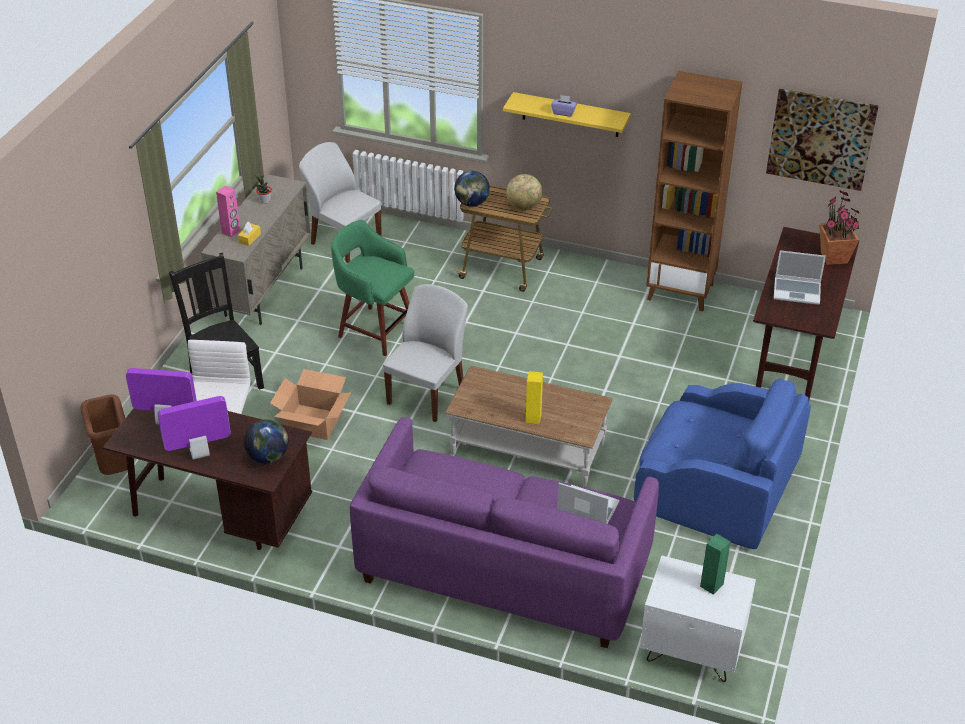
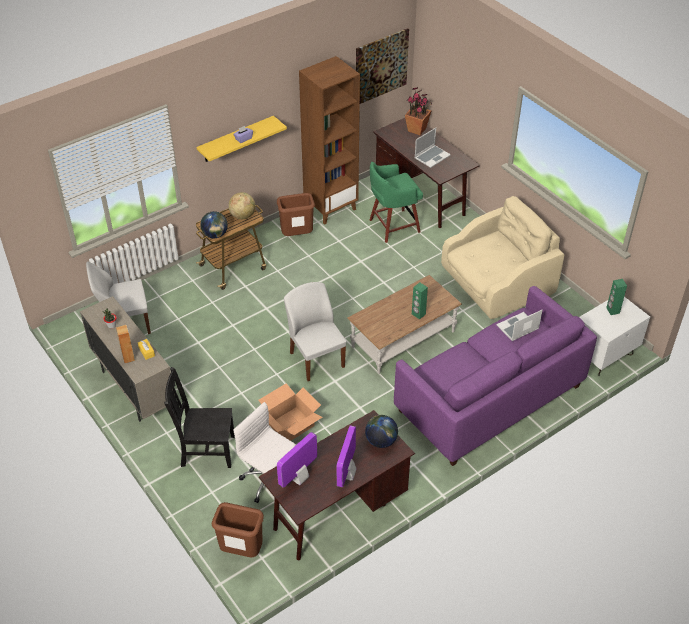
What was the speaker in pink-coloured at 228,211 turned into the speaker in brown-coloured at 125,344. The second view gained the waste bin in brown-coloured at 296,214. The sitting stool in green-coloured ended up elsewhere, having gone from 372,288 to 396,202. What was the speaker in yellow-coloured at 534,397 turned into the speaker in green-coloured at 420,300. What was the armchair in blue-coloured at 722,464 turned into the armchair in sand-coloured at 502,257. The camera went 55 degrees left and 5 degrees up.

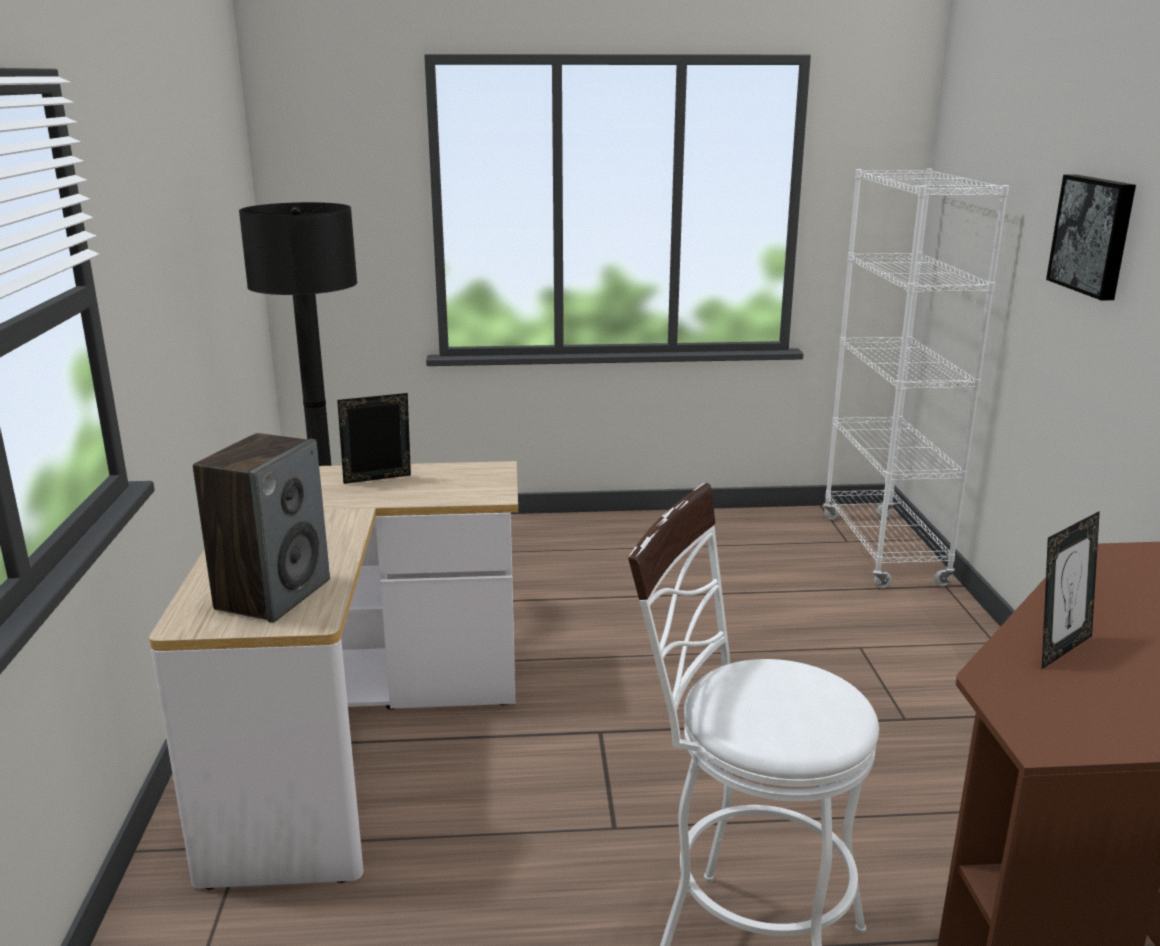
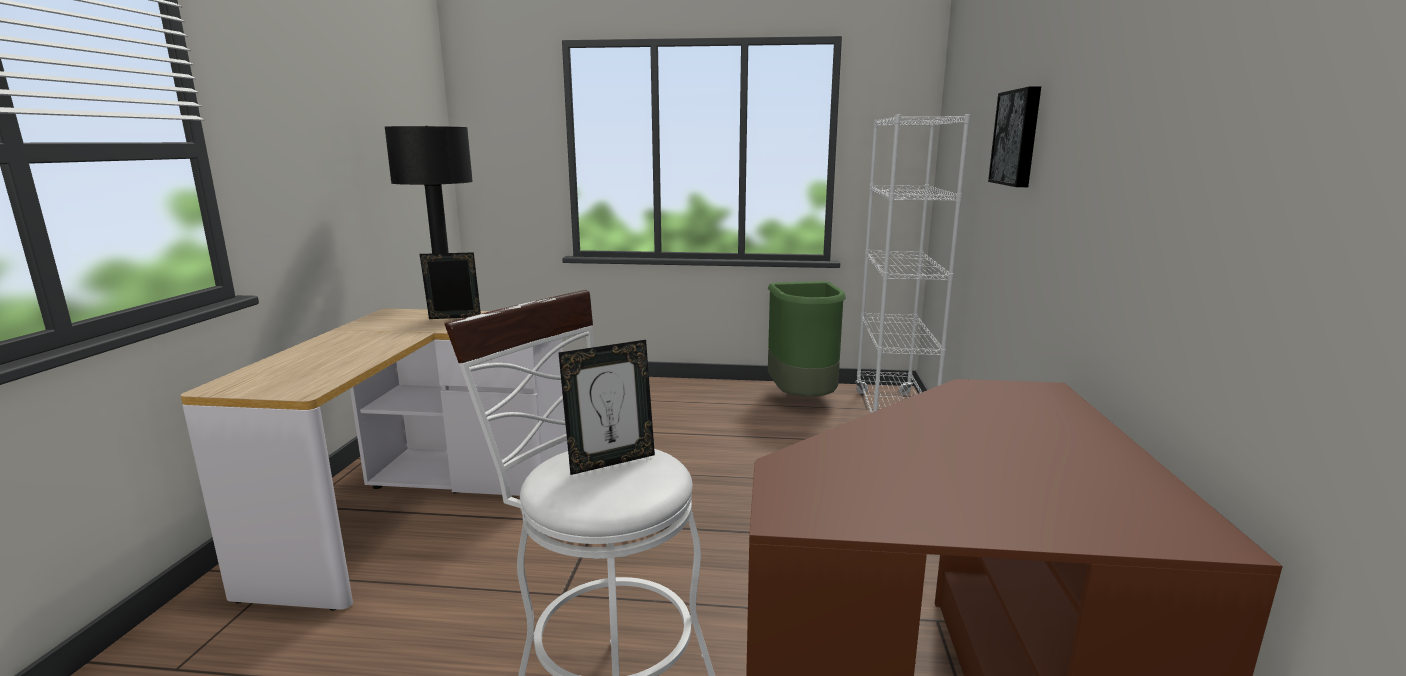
The picture frame ended up elsewhere, having gone from 1071,590 to 607,407. The second view gained the waste bin in green-coloured at 807,339. The second view lost the speaker at 261,528. The camera went 10 degrees right and 5 degrees down.

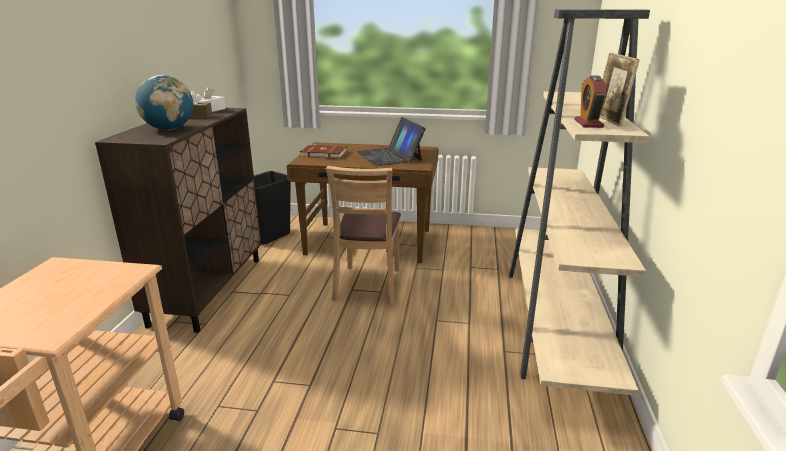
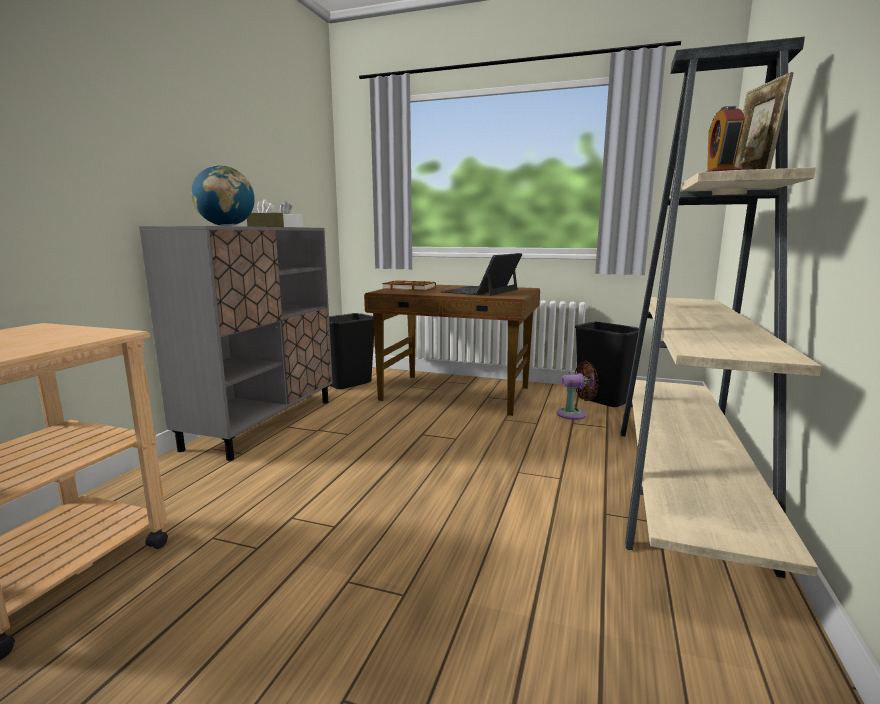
What was the cabinet in brown-coloured at 178,220 turned into the cabinet in grey at 236,343. The notebook computer at 391,141 ended up facing another way, 45 degrees clockwise from before. The second view gained the fan in brown-coloured at 577,390. The second view gained the waste bin in black at 607,364. The second view lost the plain chair in brown-coloured at 363,235. The camera went 10 degrees right and 10 degrees down.

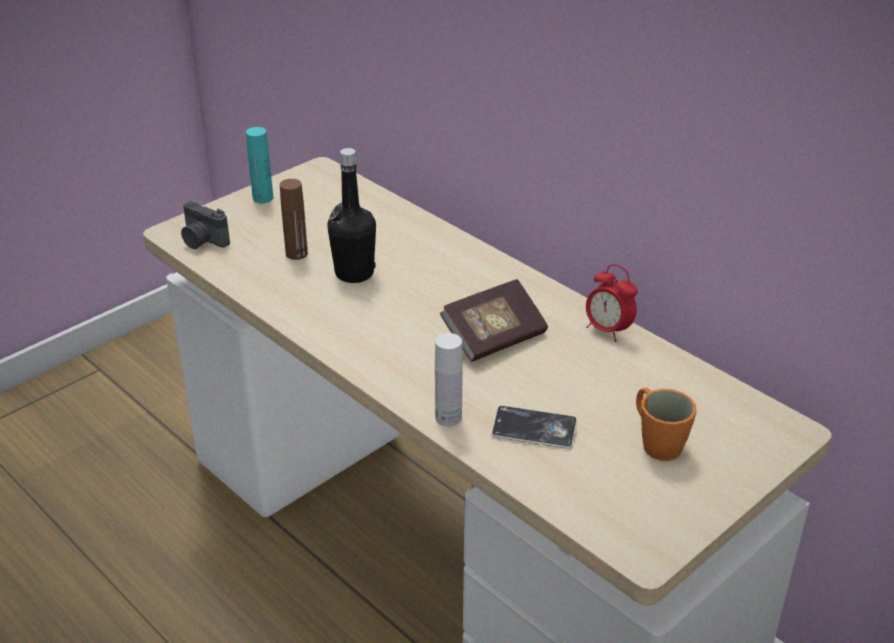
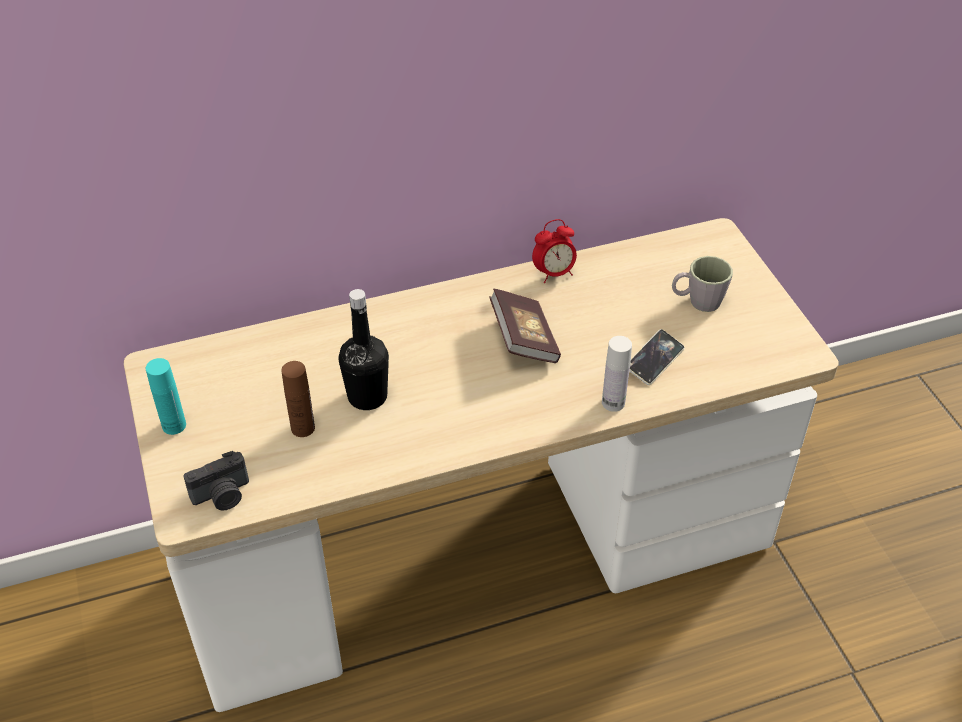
What was the mug in orangey at 666,424 turned into the mug in grey at 702,284. The camera went 65 degrees left and 10 degrees up.

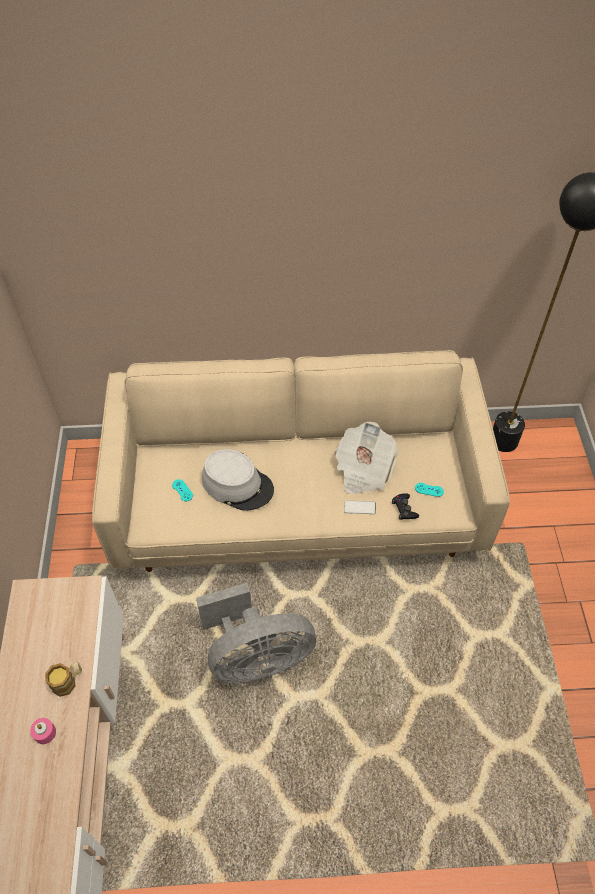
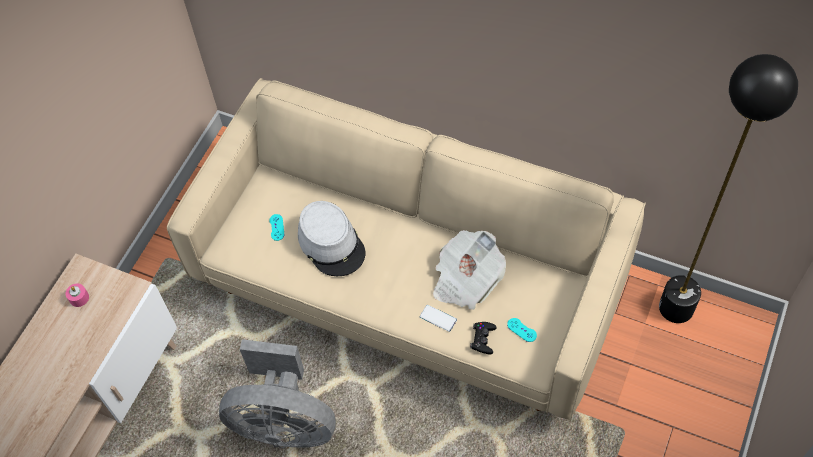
The candle in pink-coloured ended up elsewhere, having gone from 43,731 to 77,295. The second view lost the mug at 63,679. The camera went 30 degrees right and 5 degrees up.

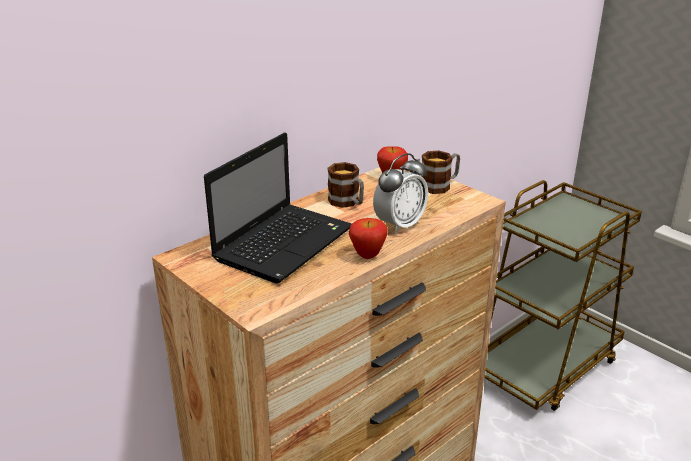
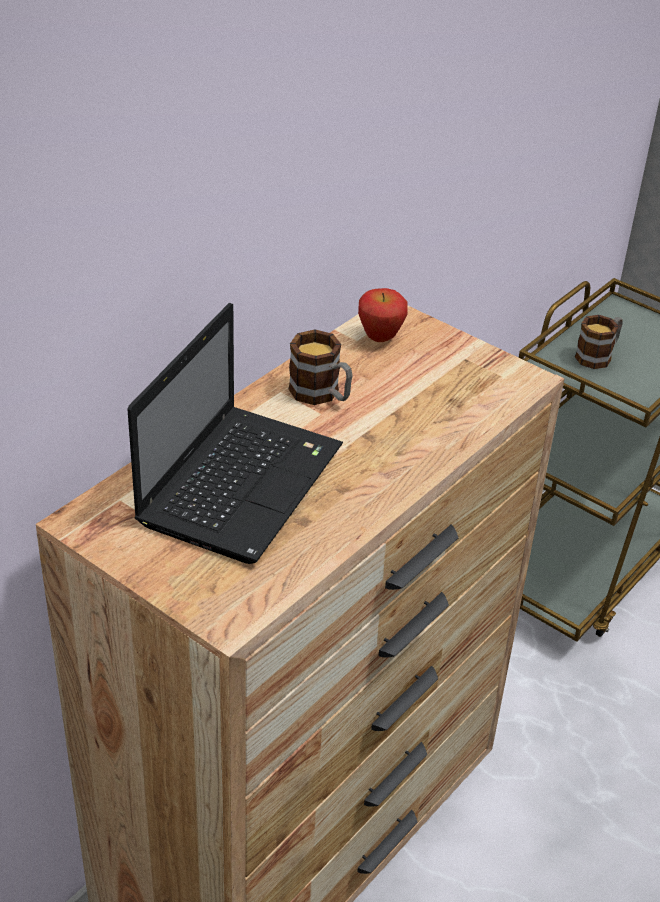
The mug ended up elsewhere, having gone from 440,172 to 599,342. The second view lost the apple at 368,238. The second view lost the alarm clock at 400,193. The camera went 10 degrees left and 10 degrees up.

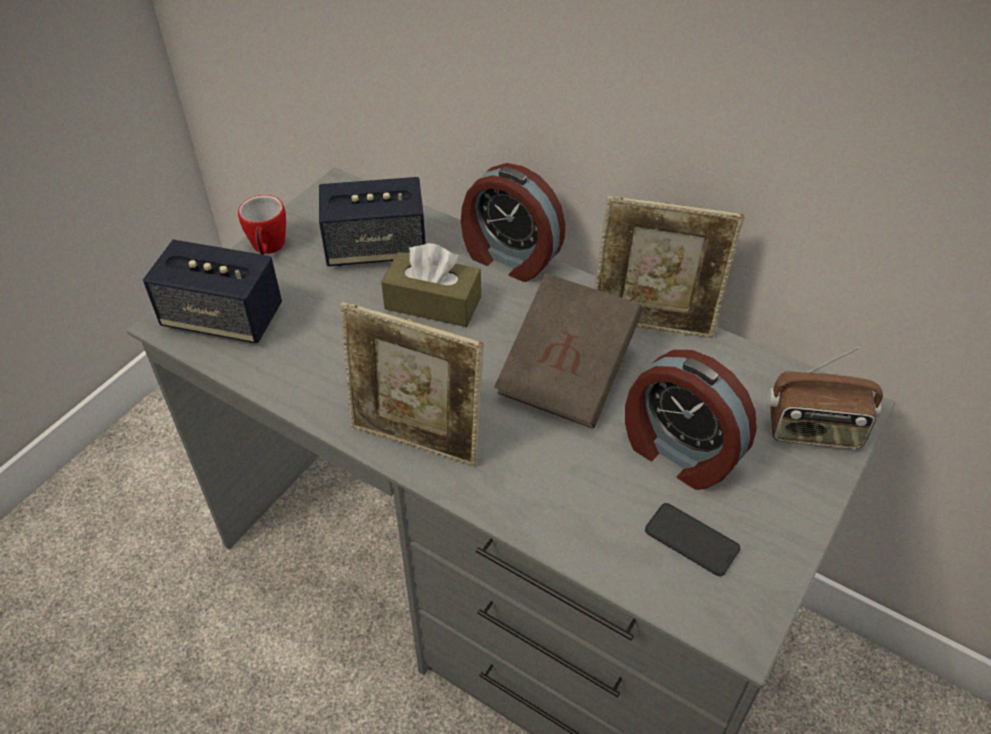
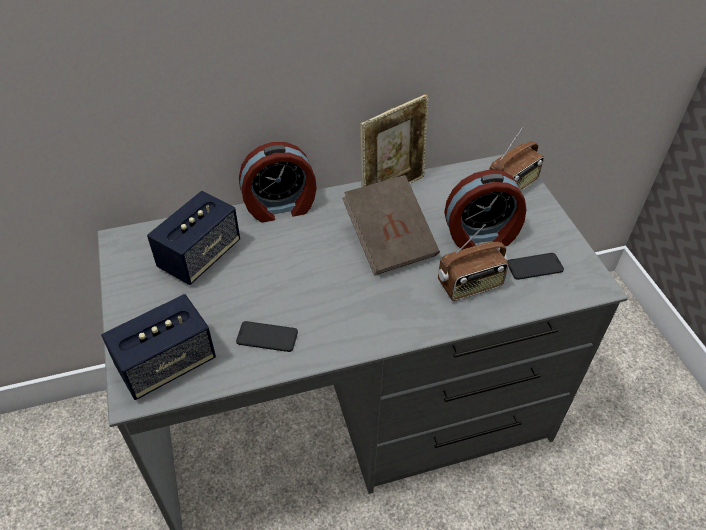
The second view gained the handset at 267,336. The second view gained the radio receiver at 473,262. The second view lost the mug at 262,225. The second view lost the picture frame at 412,384. The second view lost the box of tissues in brown-coloured at 431,285. The camera went 50 degrees left and 0 degrees up.

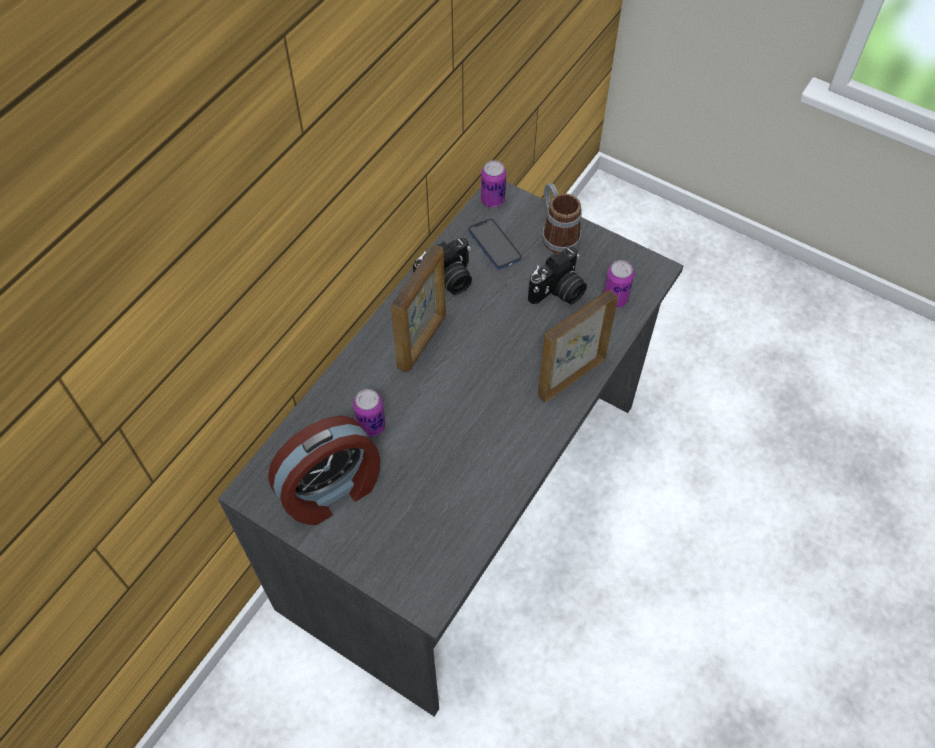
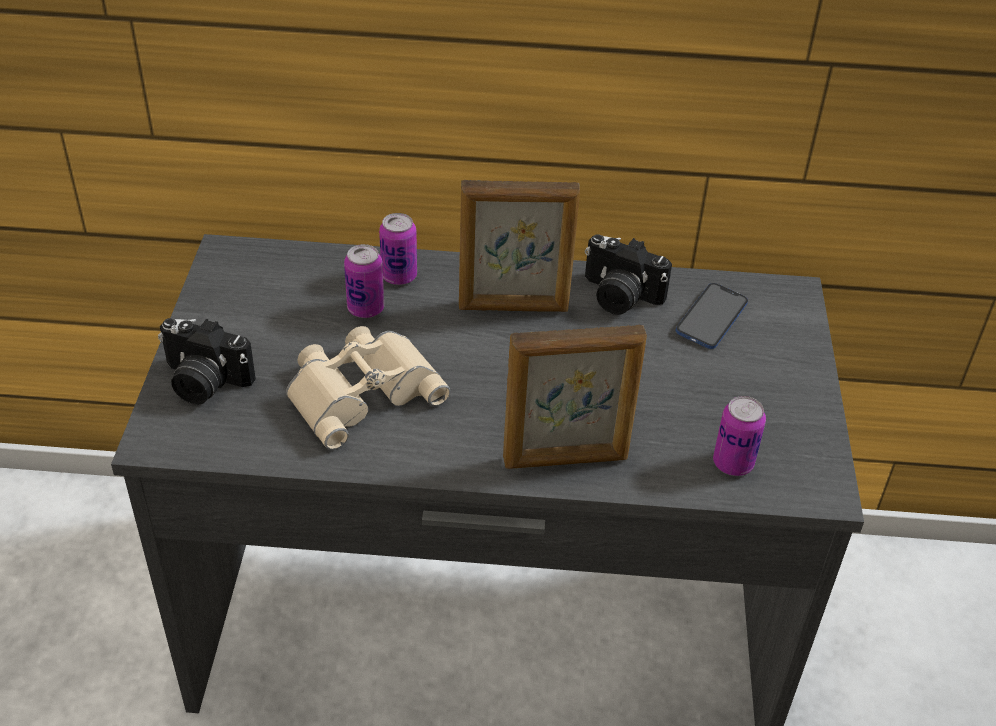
The still camera ended up elsewhere, having gone from 557,275 to 207,361. The second view gained the field glasses in sand-coloured at 368,388. The sealed can ended up elsewhere, having gone from 493,184 to 398,249. The picture frame at 578,346 ended up facing another way, 150 degrees clockwise from before. The second view lost the alarm clock at 324,470. The second view lost the mug at 562,218. The camera went 60 degrees right and 15 degrees down.

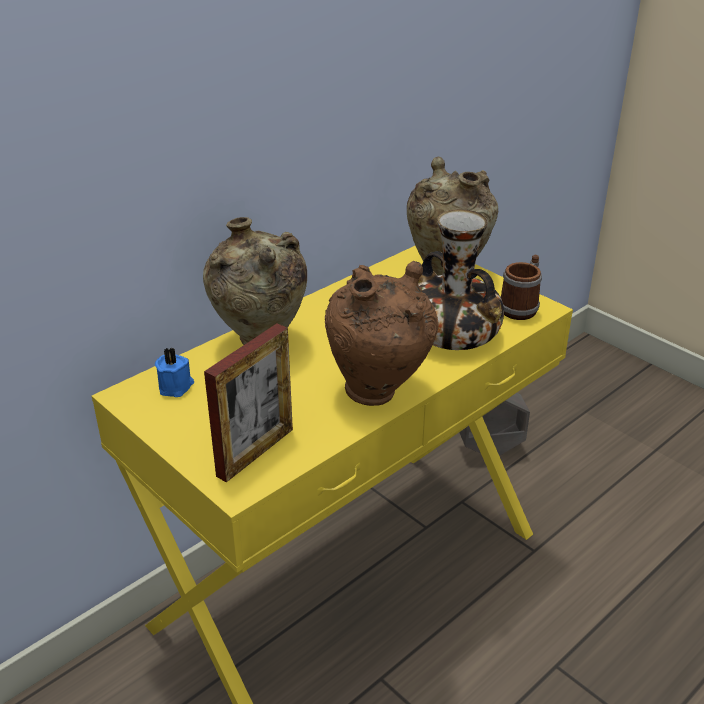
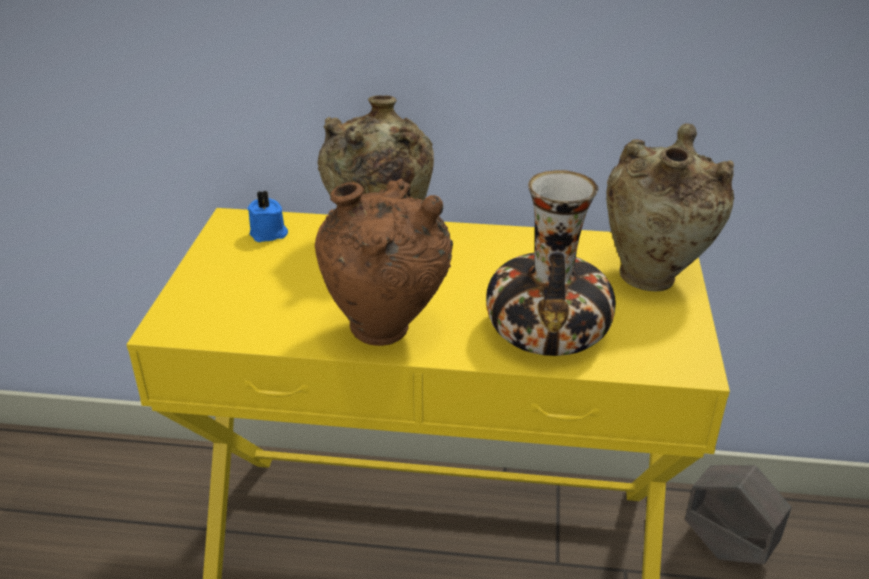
The second view lost the picture frame at 248,403. The second view lost the mug at 521,287. The camera went 50 degrees right and 0 degrees up.

